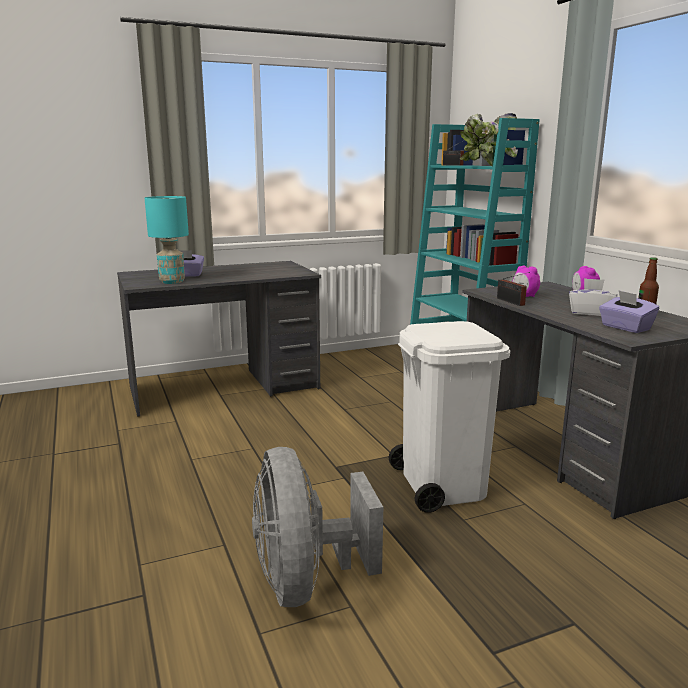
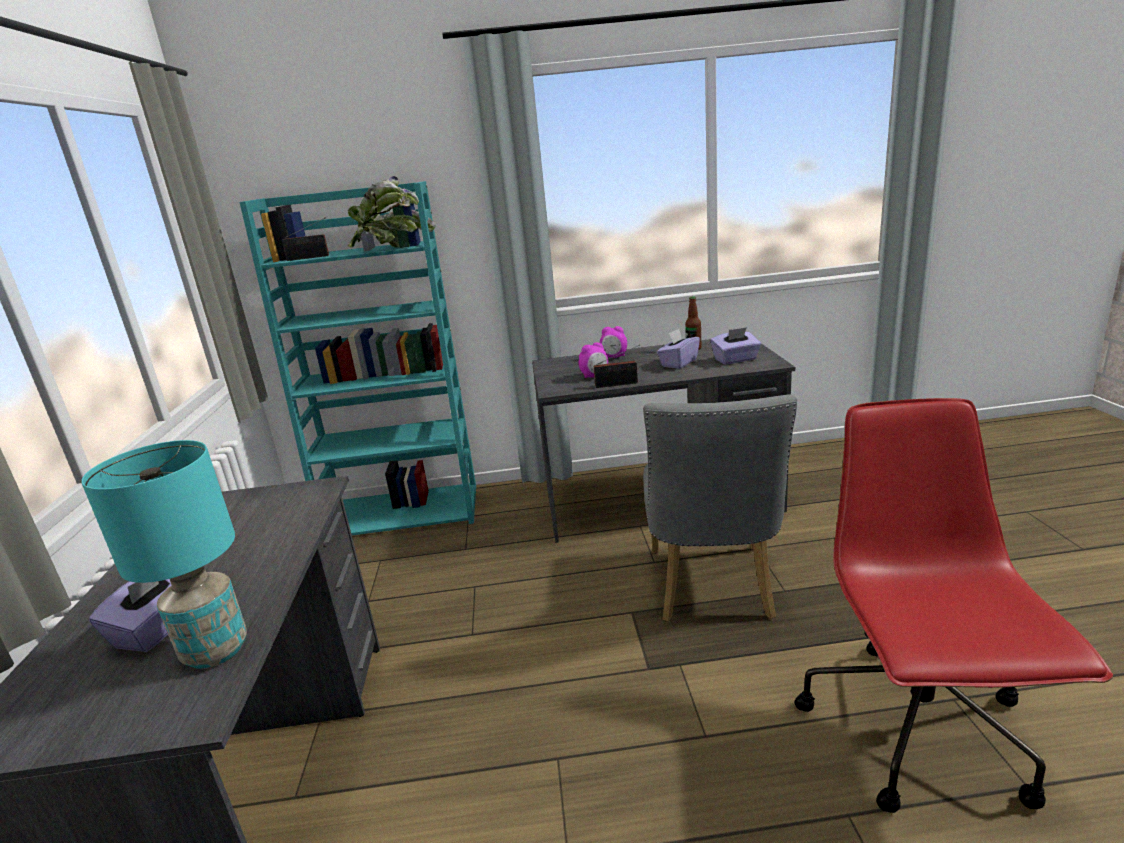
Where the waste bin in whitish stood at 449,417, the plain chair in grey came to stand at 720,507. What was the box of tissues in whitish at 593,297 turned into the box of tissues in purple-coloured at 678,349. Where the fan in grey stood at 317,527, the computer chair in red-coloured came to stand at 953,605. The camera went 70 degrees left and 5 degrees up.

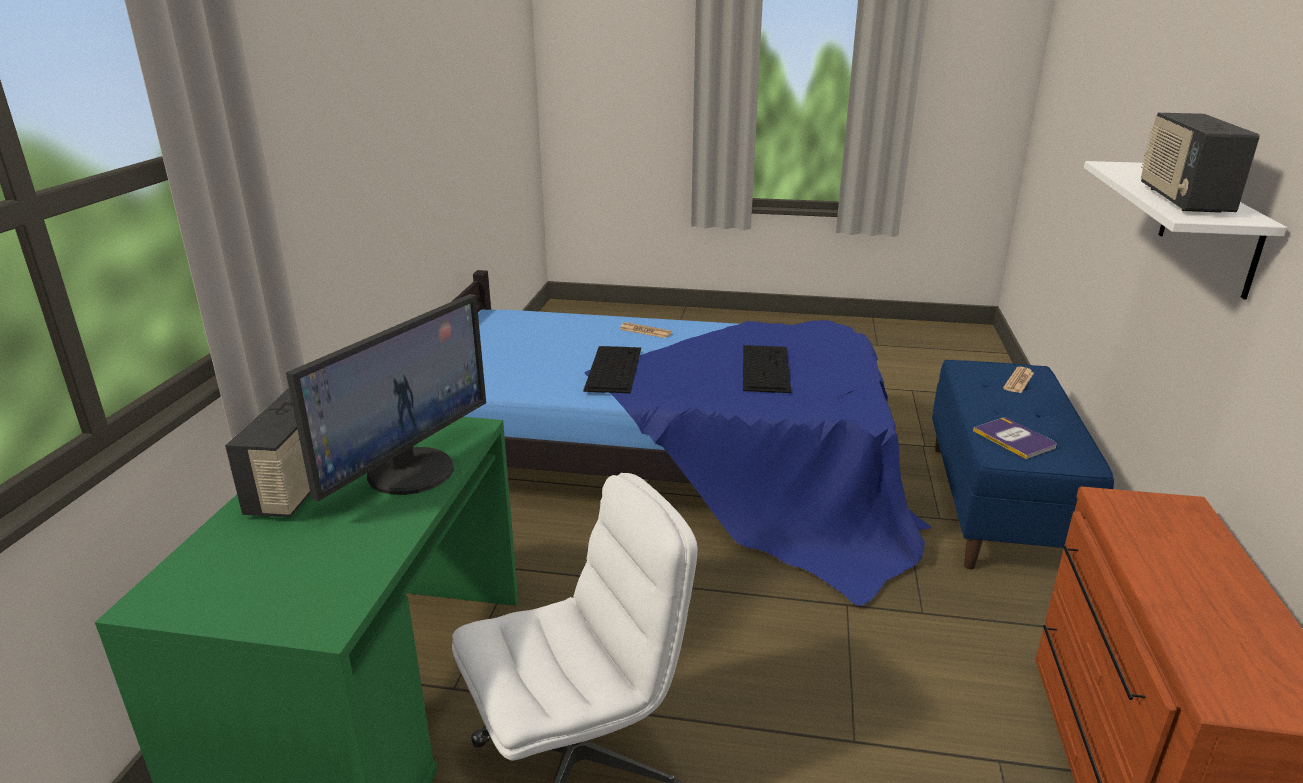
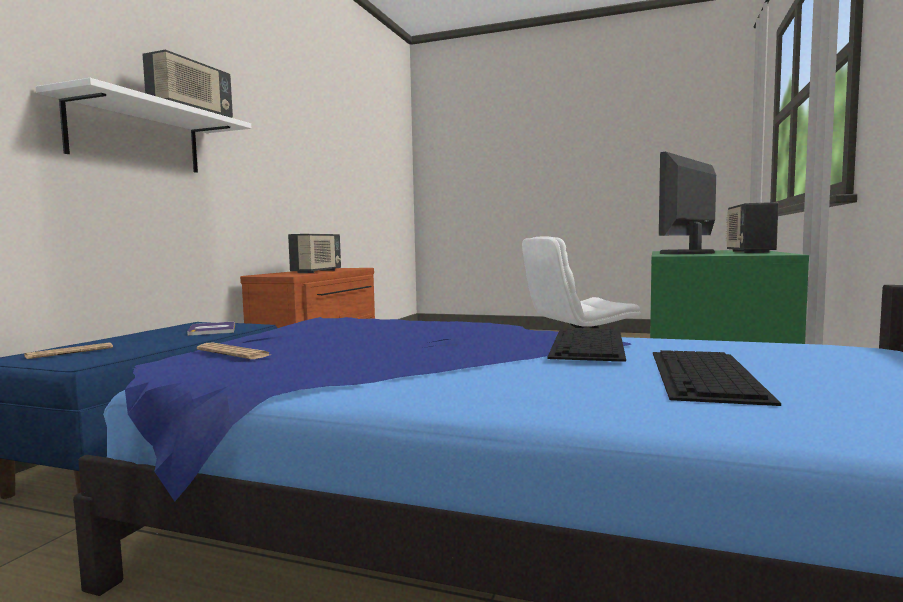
The newspaper ended up elsewhere, having gone from 646,330 to 233,351. The second view gained the radio receiver at 314,253. The PC keyboard ended up elsewhere, having gone from 767,369 to 717,378. The camera went 170 degrees left and 20 degrees down.

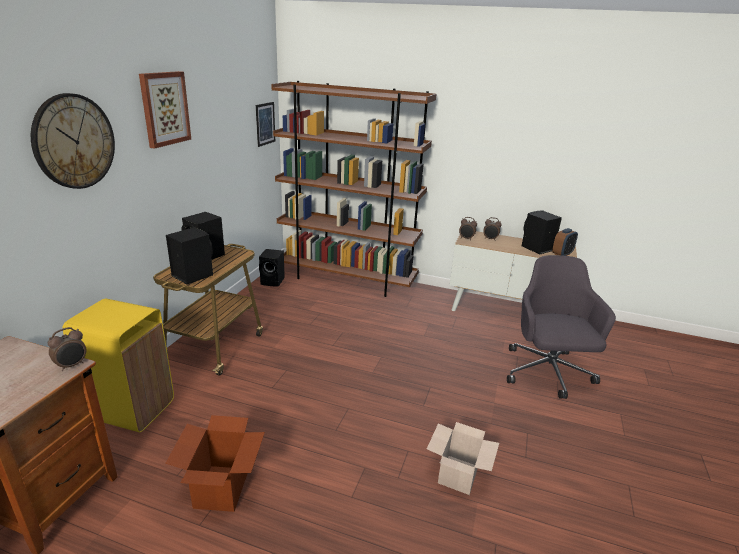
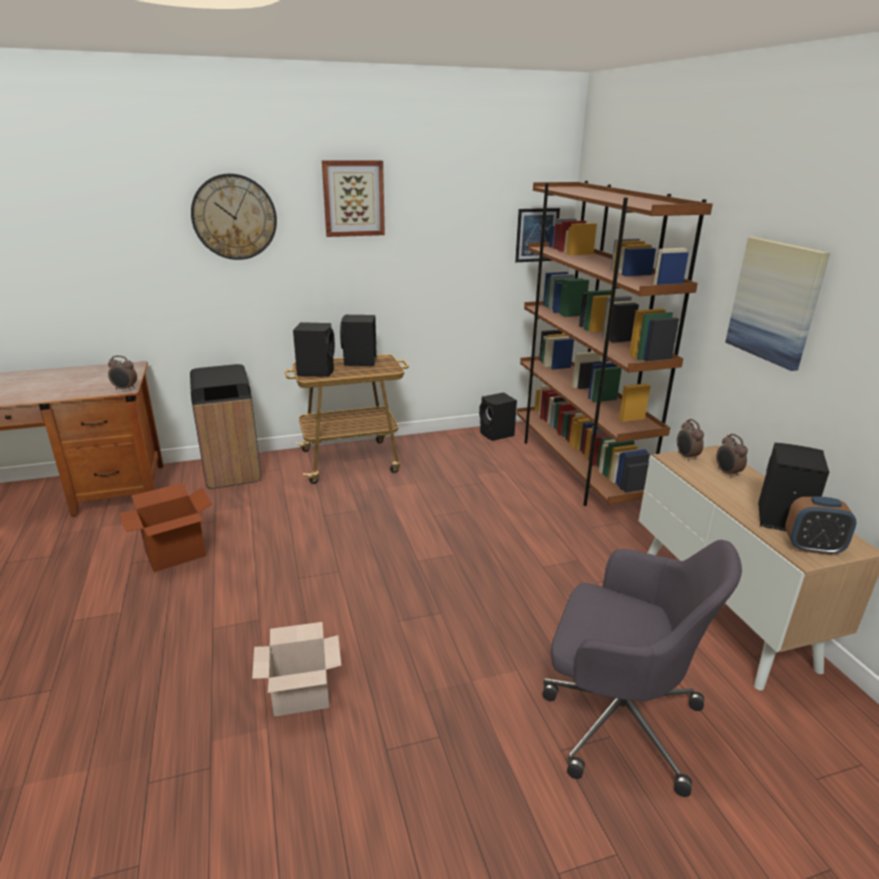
What was the waste bin in yellow-coloured at 118,365 turned into the waste bin in black at 225,426. The computer chair in grey at 561,327 ended up facing another way, 60 degrees clockwise from before. The second view gained the picture at 777,304. The camera went 55 degrees right and 0 degrees up.

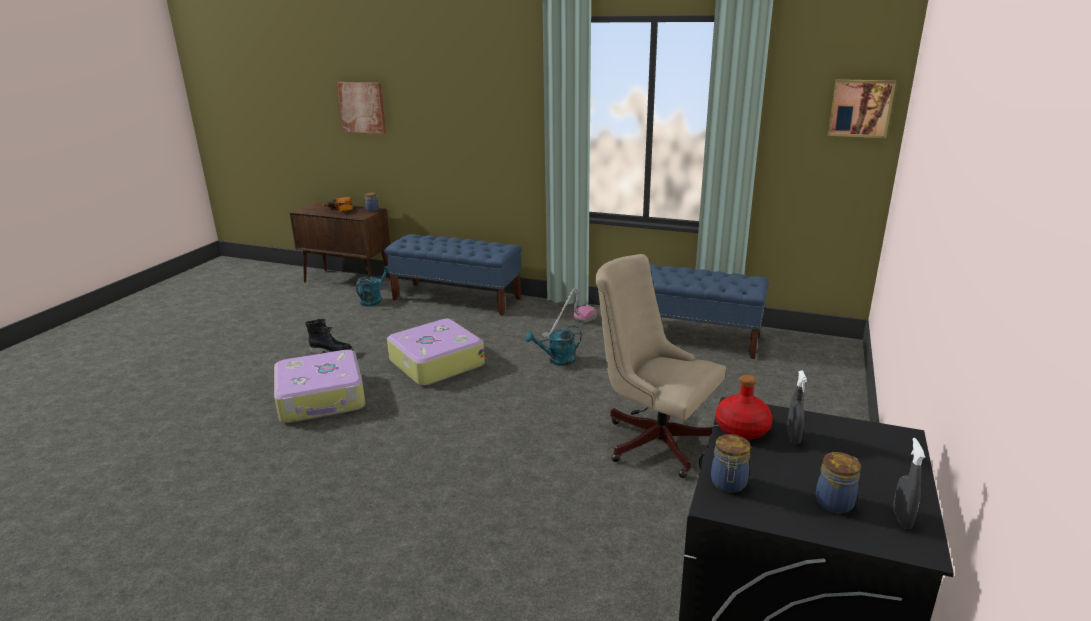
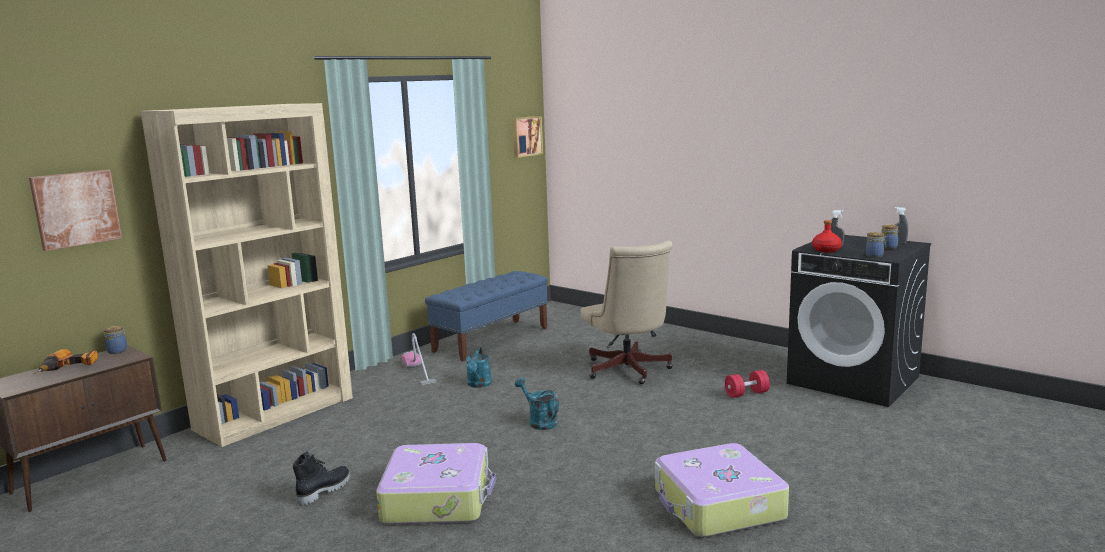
Where the bench in blue-coloured stood at 453,275, the bookshelf in sand-coloured came to stand at 247,275. The watering can in blue-green ended up elsewhere, having gone from 372,286 to 537,403. The computer chair in sand-coloured at 661,366 ended up facing another way, 75 degrees counterclockwise from before. The piece of luggage ended up elsewhere, having gone from 436,352 to 722,490. The second view gained the free weight in red-coloured at 747,384. The camera went 70 degrees left and 10 degrees down.

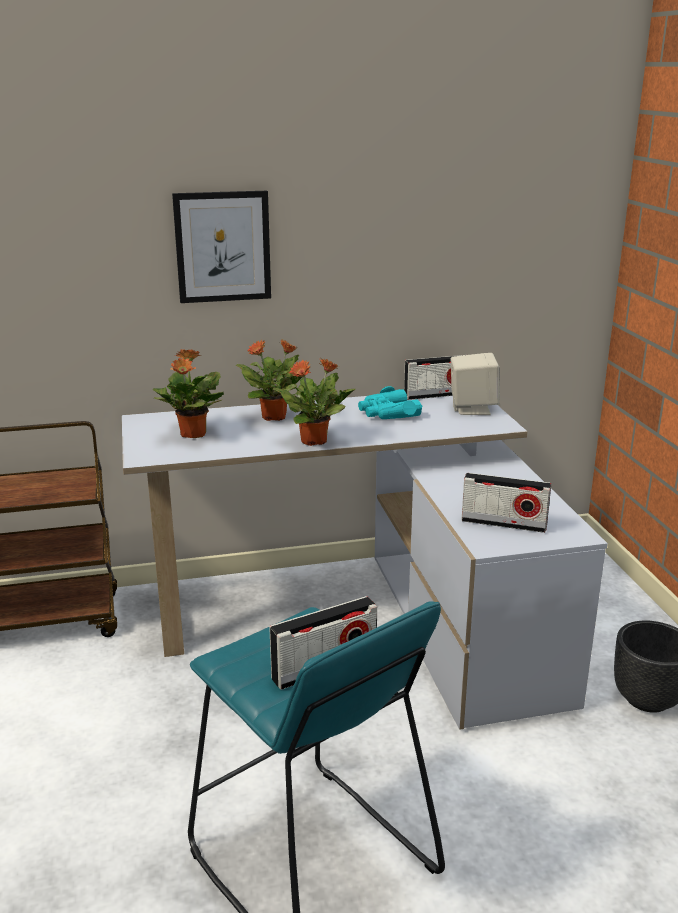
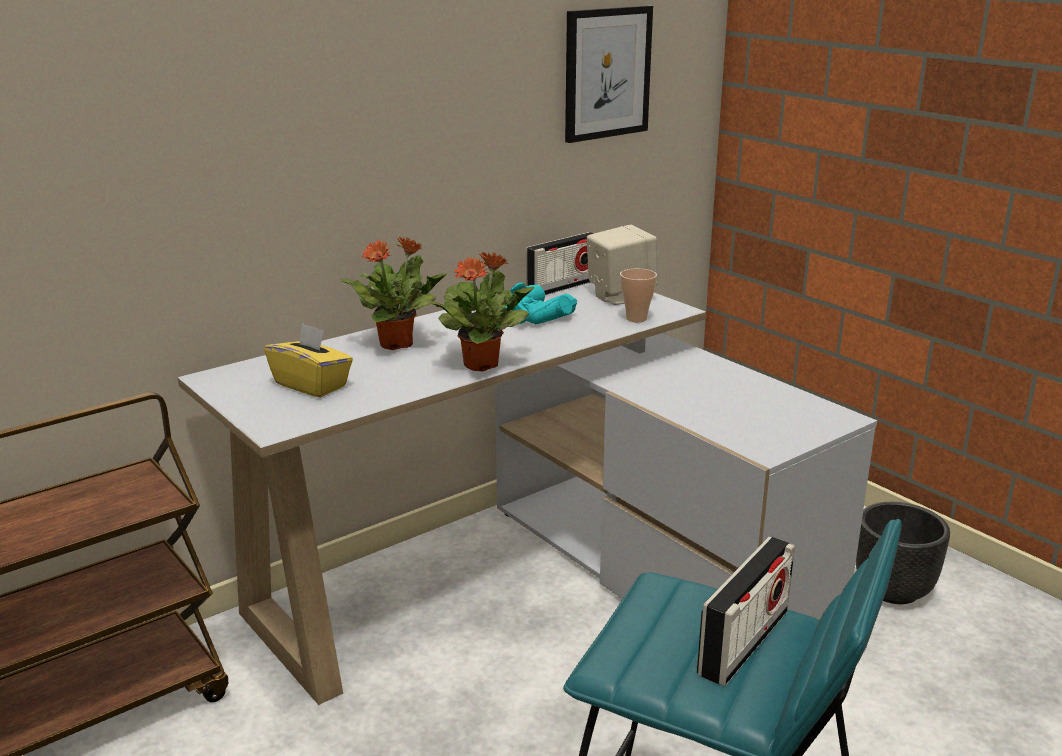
Where the houseplant stood at 188,393, the box of tissues in yellow-coloured came to stand at 308,360. The picture ended up elsewhere, having gone from 221,247 to 609,74. The second view gained the small cup at 638,295. The second view lost the radio receiver at 506,503. The camera went 25 degrees left and 0 degrees up.

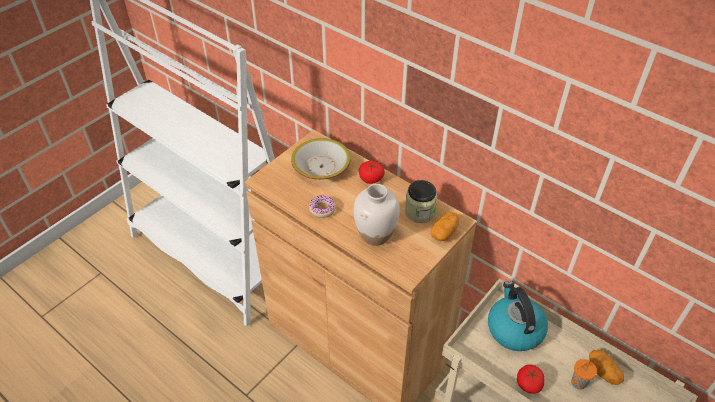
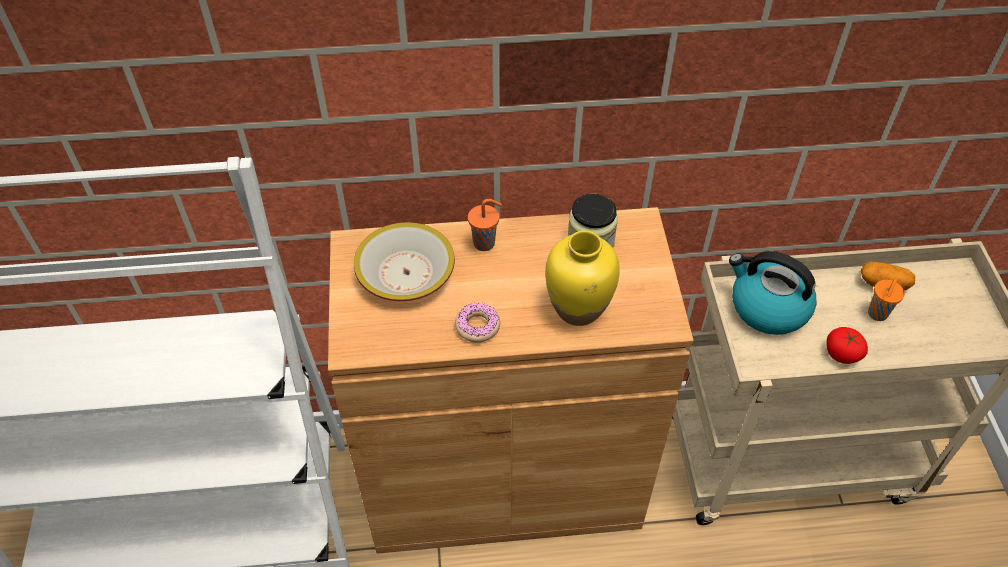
Where the whole tomato stood at 372,172, the small cup in orangey came to stand at 485,225. What was the flower vase in whitish at 376,215 turned into the flower vase in yellow-coloured at 582,278. The second view lost the spud at 444,226. The camera went 45 degrees left and 5 degrees up.

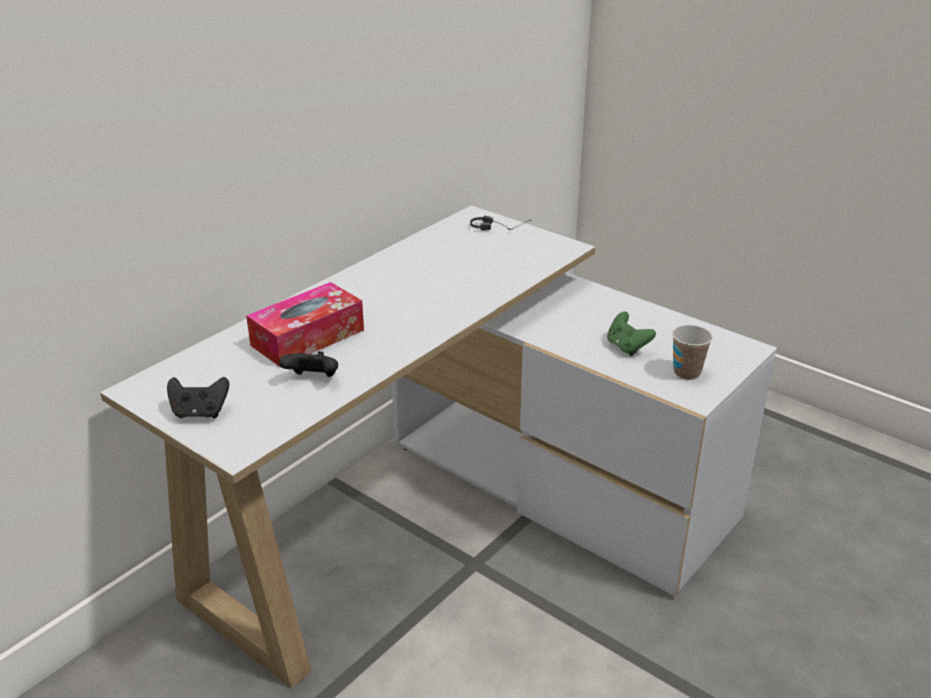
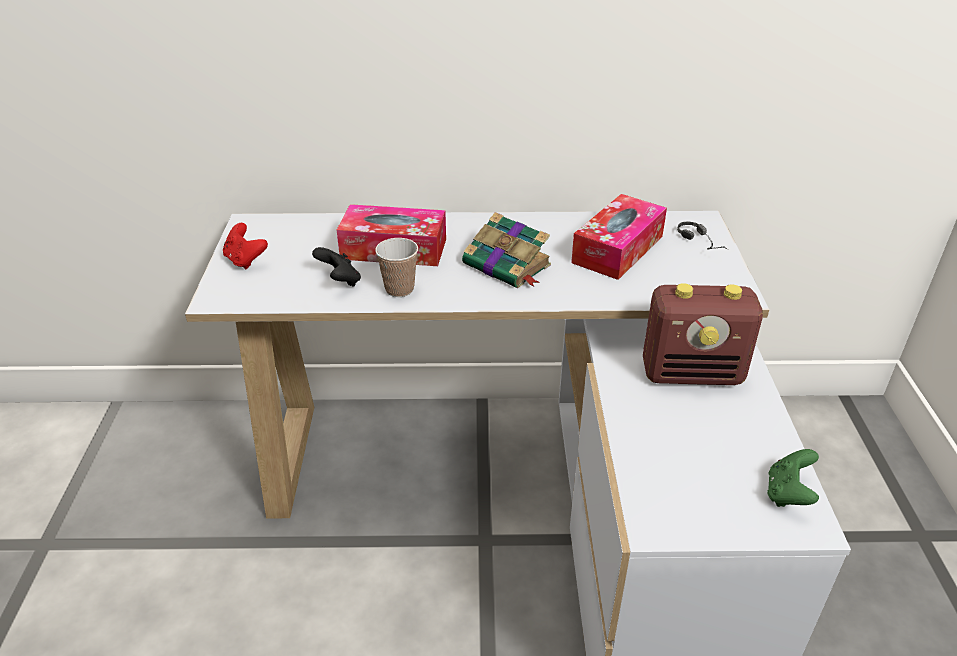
What was the gamepad in black at 198,397 turned into the gamepad in red-coloured at 245,246. The small cup ended up elsewhere, having gone from 692,352 to 396,267. The second view gained the bound book at 506,250. The second view gained the box of tissues at 619,237. The second view gained the radio receiver at 703,334. The gamepad in green-coloured ended up elsewhere, having gone from 631,334 to 793,478. The camera went 50 degrees right and 5 degrees up.

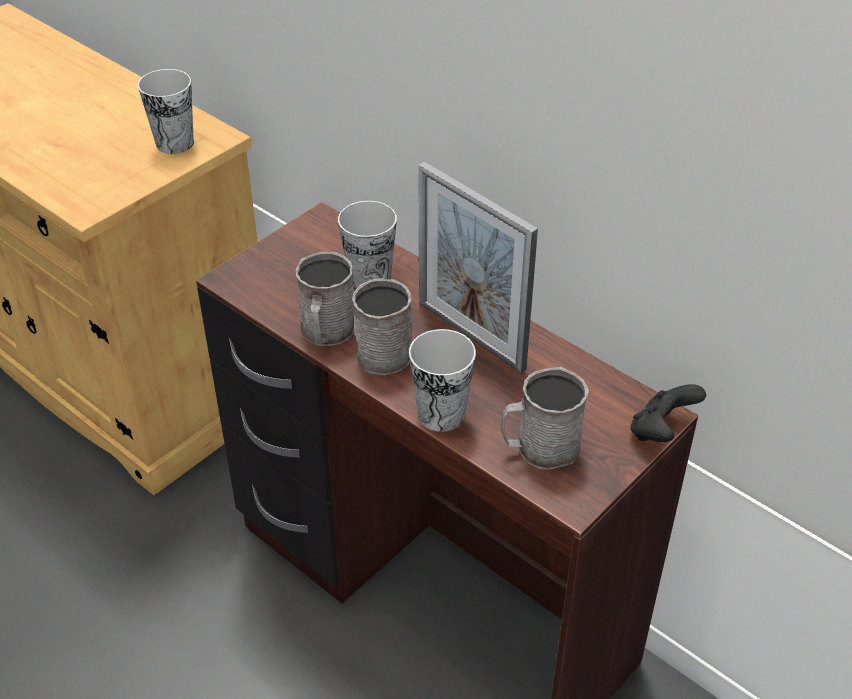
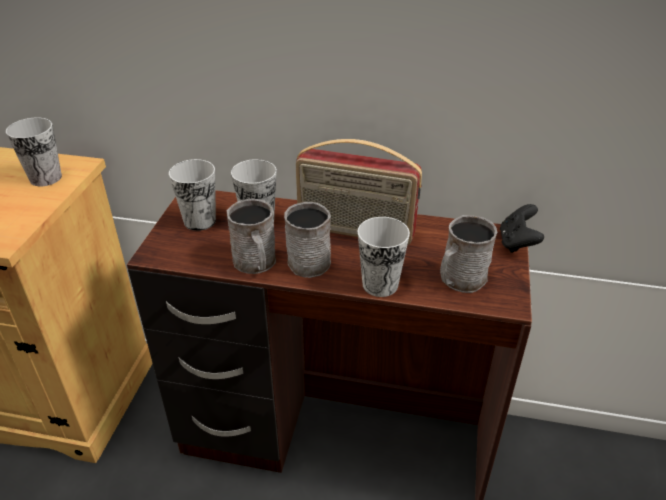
The second view gained the small cup at 192,195. Where the picture frame stood at 478,267, the radio receiver came to stand at 359,192. The camera went 30 degrees left and 5 degrees down.

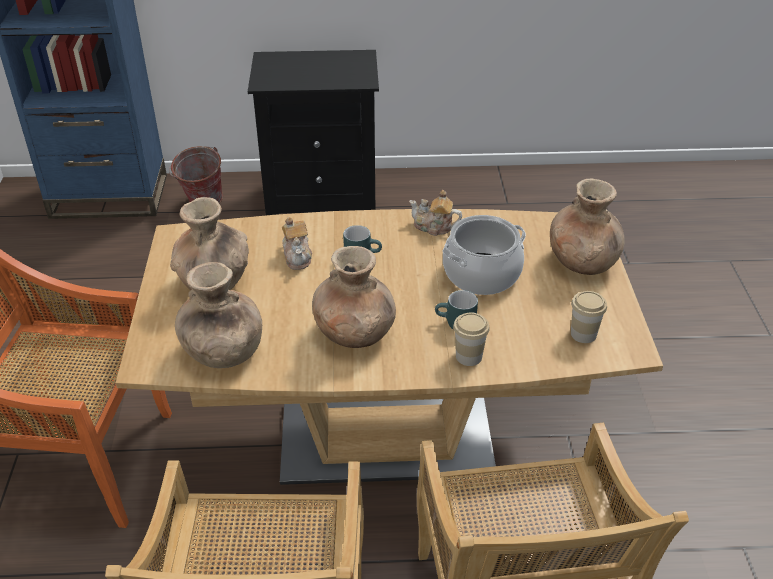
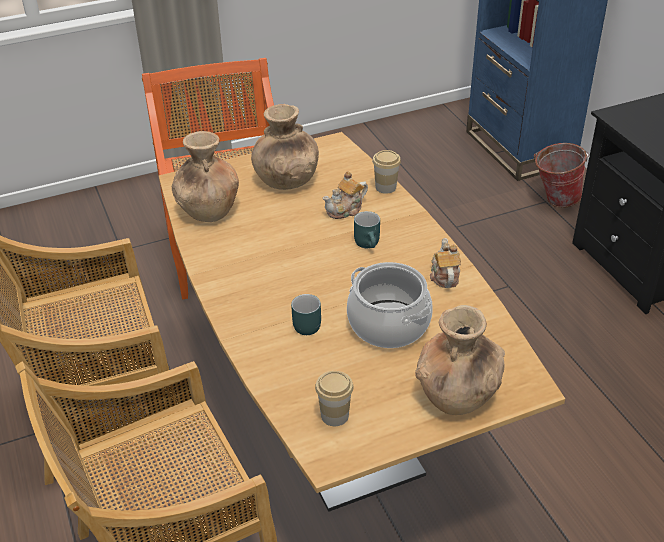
The small cup ended up elsewhere, having gone from 471,339 to 386,172. The second view lost the flower vase in brown-coloured at 354,297. The camera went 70 degrees right and 0 degrees up.

